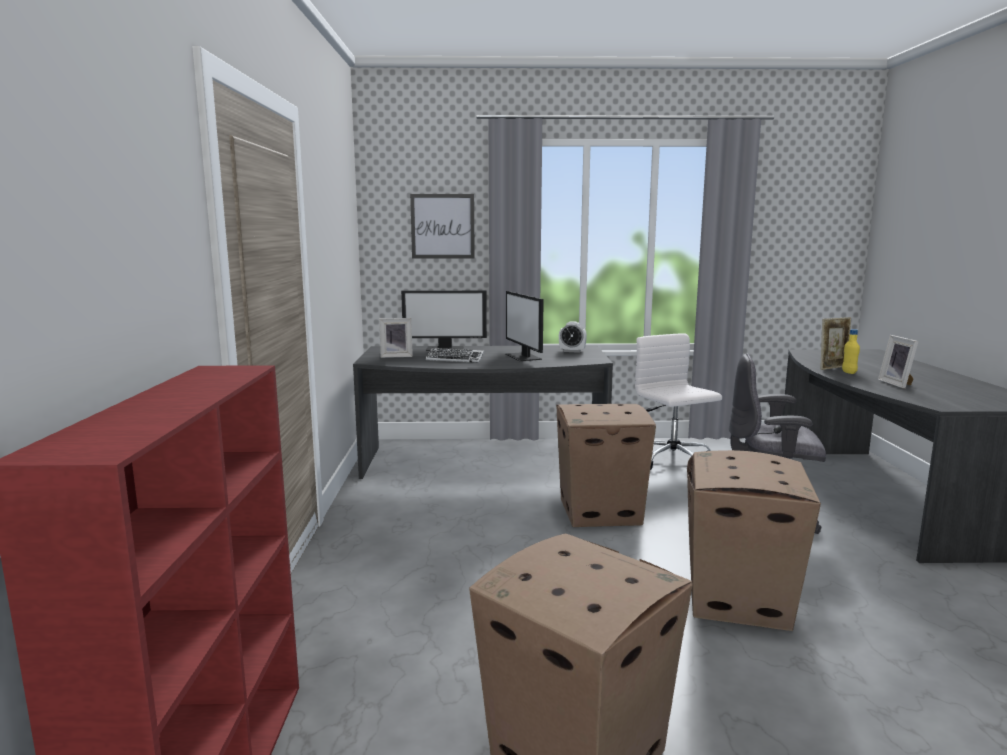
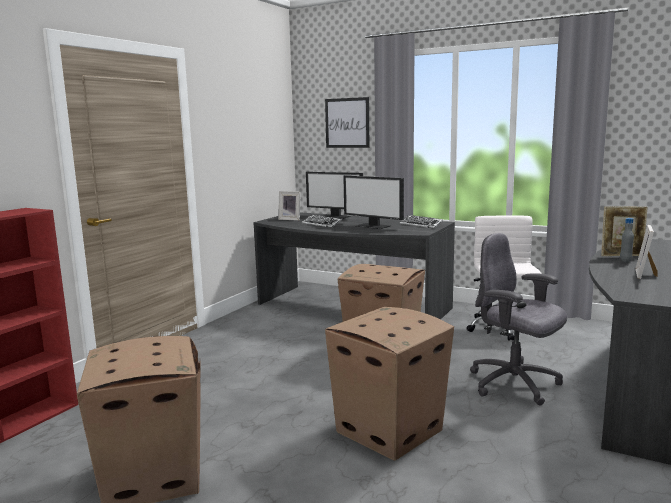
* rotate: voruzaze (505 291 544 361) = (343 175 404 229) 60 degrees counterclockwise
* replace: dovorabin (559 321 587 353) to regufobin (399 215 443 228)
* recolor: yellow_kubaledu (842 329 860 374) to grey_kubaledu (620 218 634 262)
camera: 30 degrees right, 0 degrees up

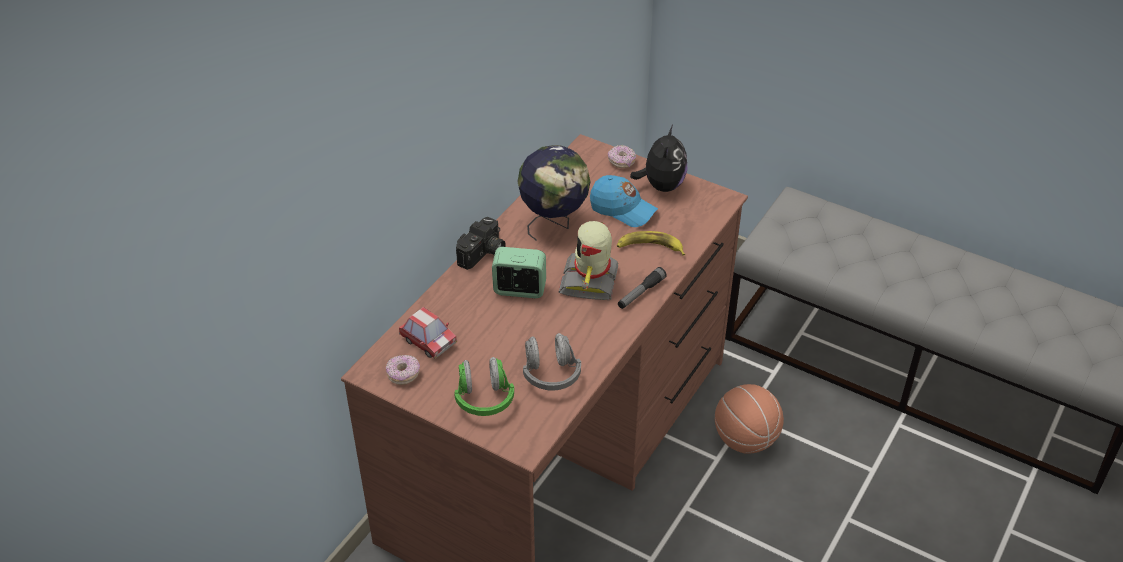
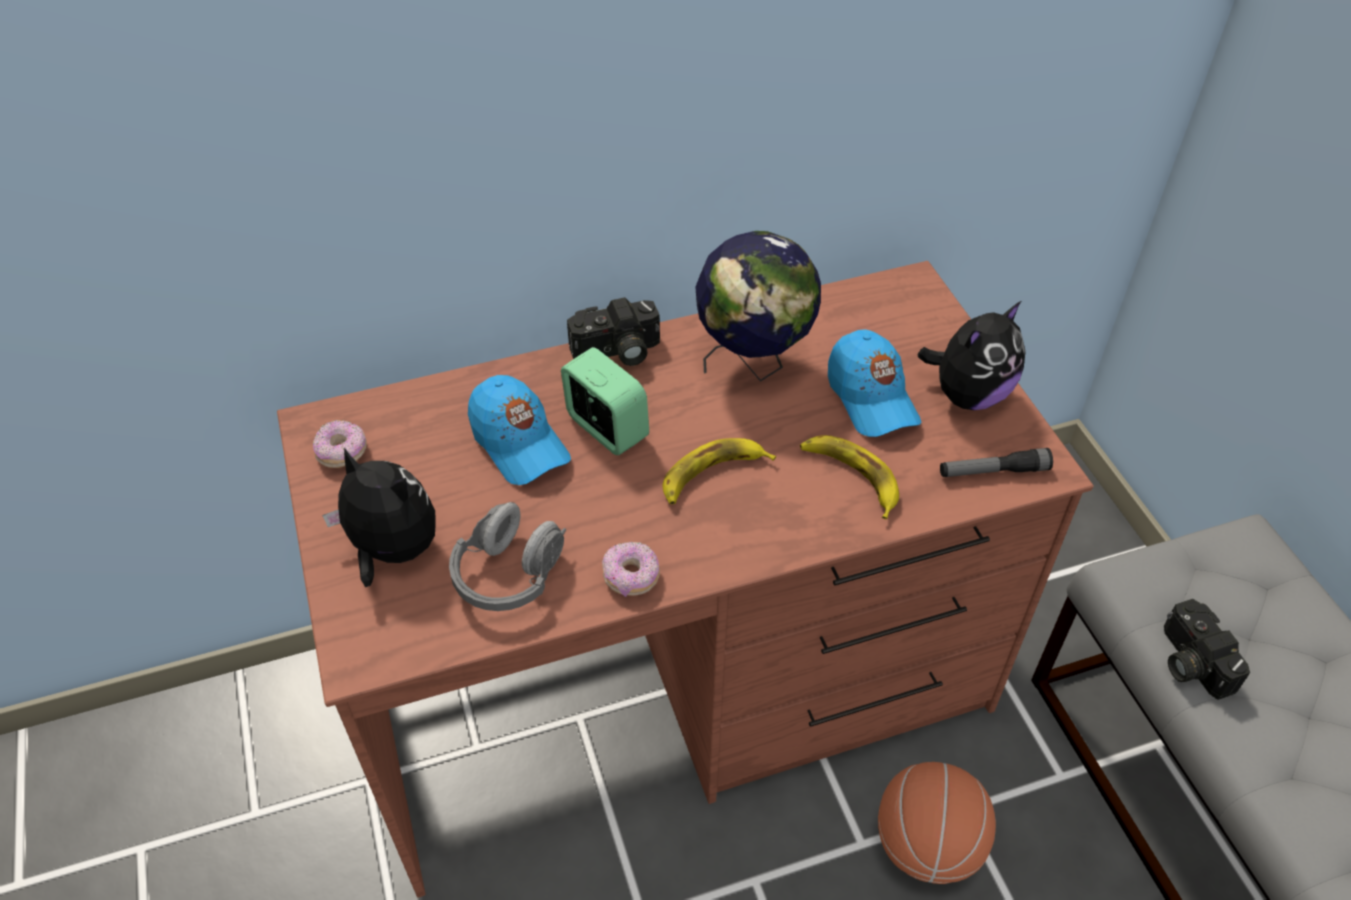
* move: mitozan (608 145 636 168) to (602 542 660 597)
* replace: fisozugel (558 221 619 300) to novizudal (663 438 776 504)
* move: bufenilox (618 267 667 309) to (940 448 1053 477)
* delete: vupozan (399 307 457 359)
* replace: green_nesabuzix (454 357 514 416) to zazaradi (322 447 436 587)
* insert: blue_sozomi (468 375 571 485)
* insert: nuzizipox (1164 599 1250 700)
camera: 40 degrees right, 5 degrees up

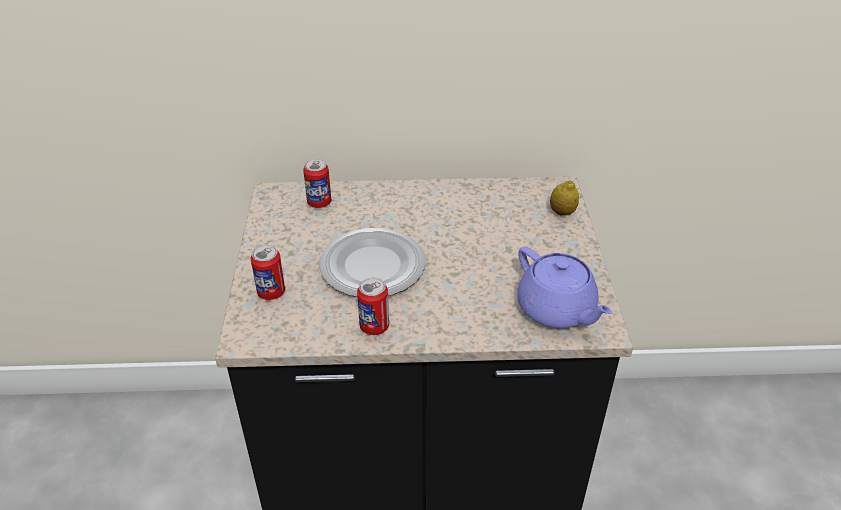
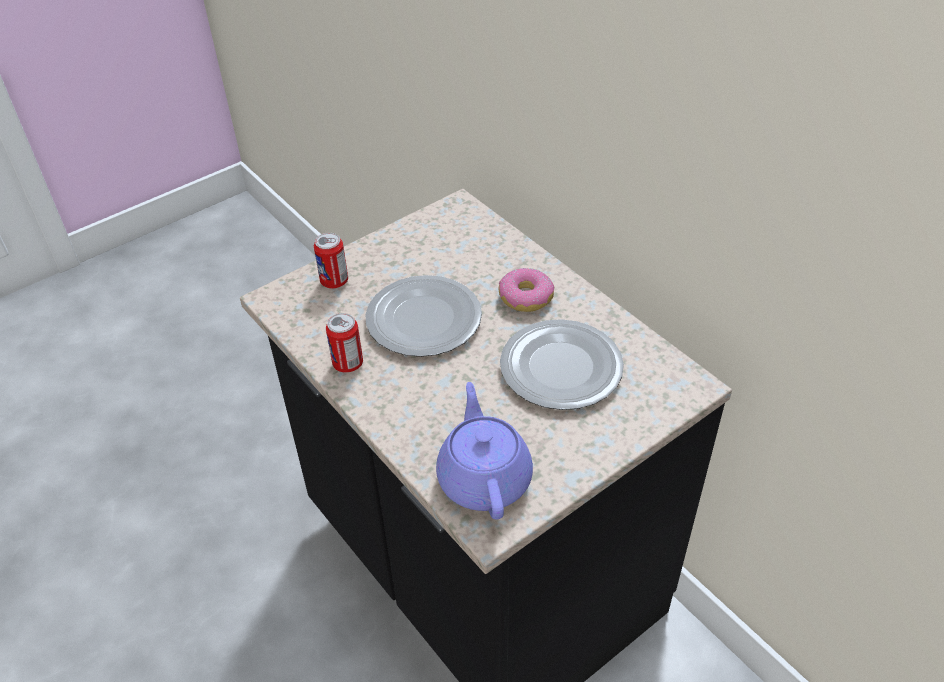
* delete: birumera (303 159 331 208)
* delete: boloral (550 181 579 216)
* rotate: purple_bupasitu (517 247 613 328) = (436 382 533 519) 150 degrees clockwise
* insert: mitozan (498 268 554 312)
* insert: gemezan (500 319 624 410)
camera: 55 degrees right, 5 degrees up

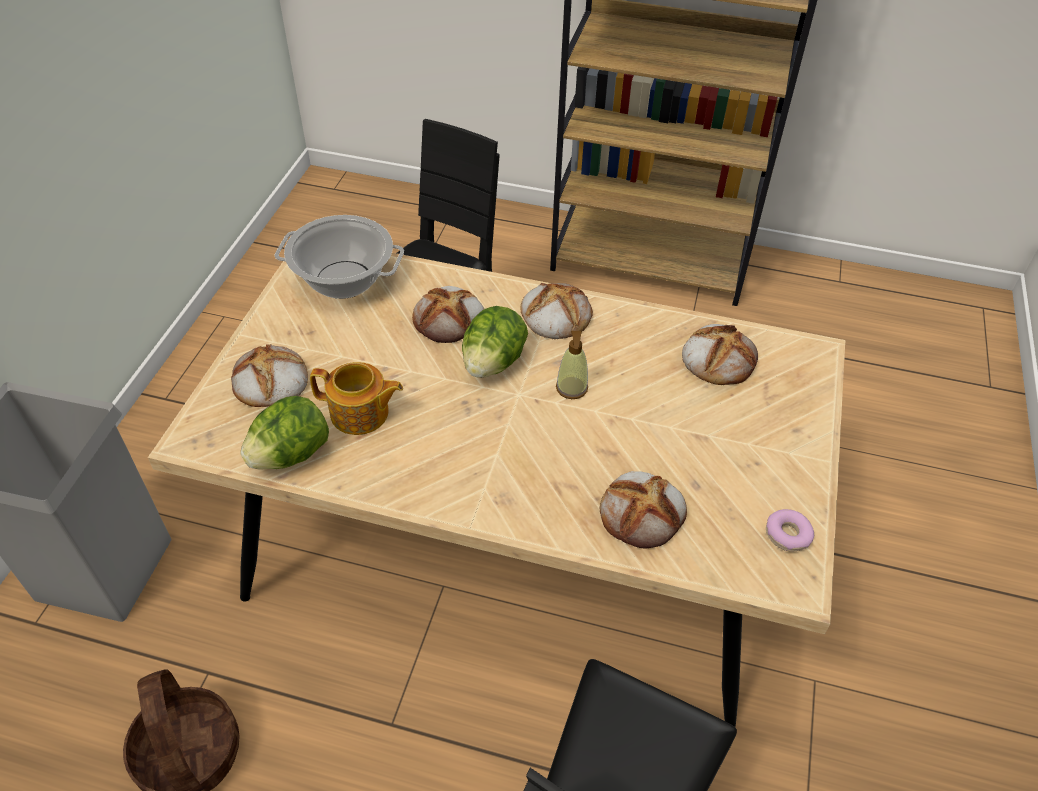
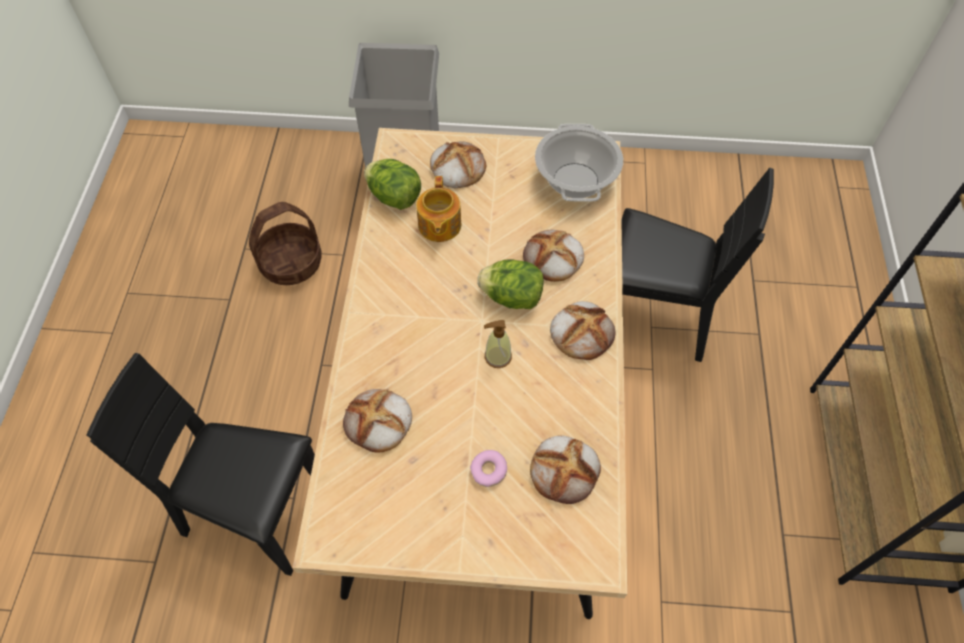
* move: mitozan (766 509 814 551) to (470 450 507 487)
camera: 80 degrees right, 10 degrees up

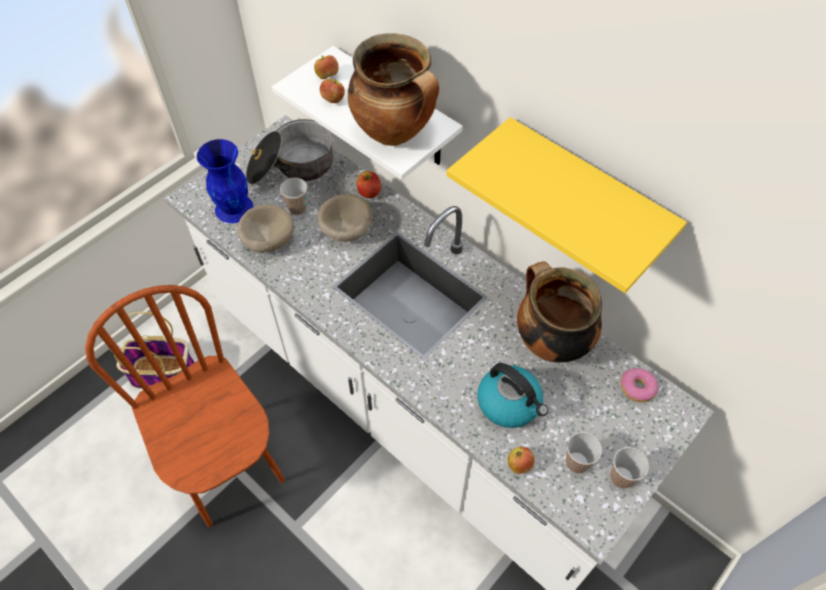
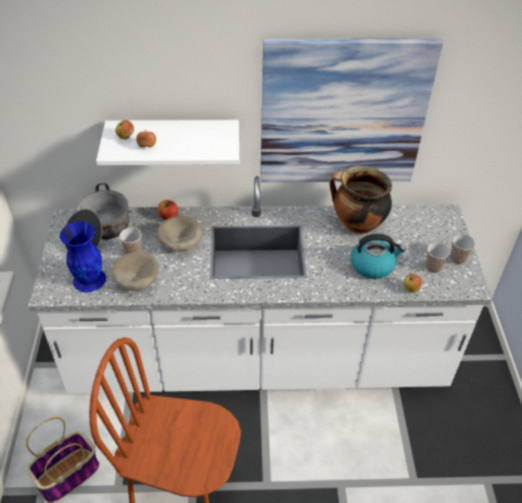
* delete: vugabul (348 33 439 146)
* replace: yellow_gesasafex (446 117 687 293) to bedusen (261 39 443 182)
* delete: mitozan (621 368 658 402)
camera: 45 degrees left, 10 degrees down

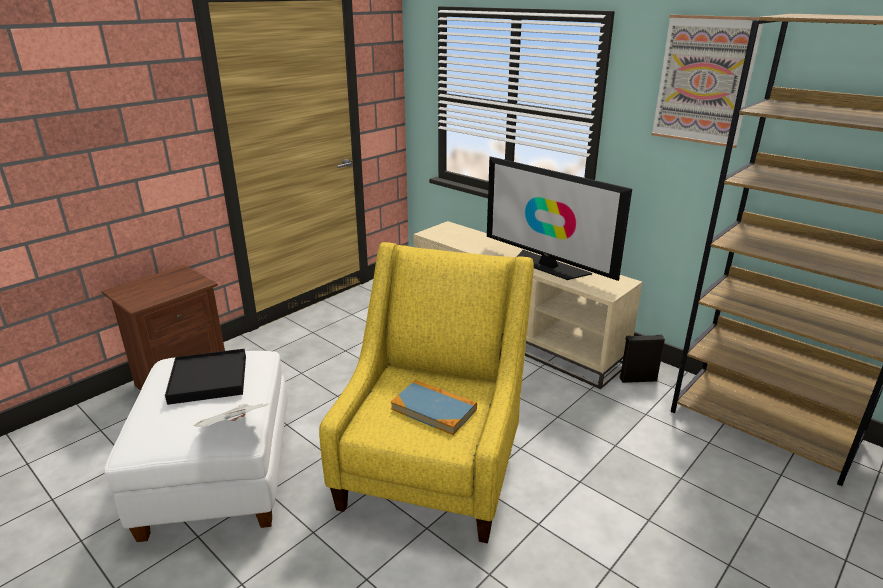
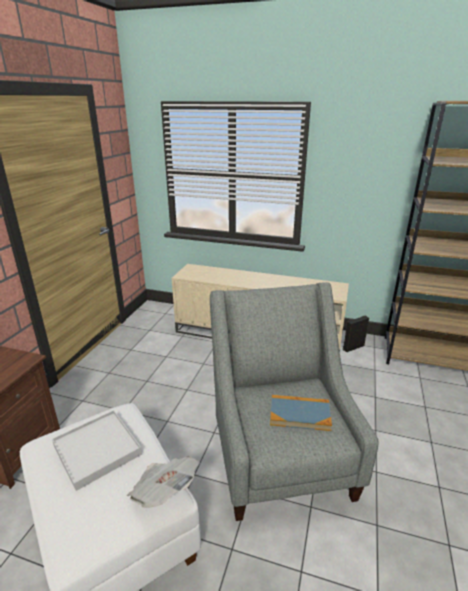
* delete: bedusen (651 15 763 148)
* delete: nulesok (487 156 632 281)
* recolor: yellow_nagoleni (319 242 534 543) to grey_nagoleni (210 282 379 521)
* recolor: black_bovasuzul (165 349 246 405) to white_bovasuzul (52 410 142 491)
camera: 25 degrees left, 0 degrees up

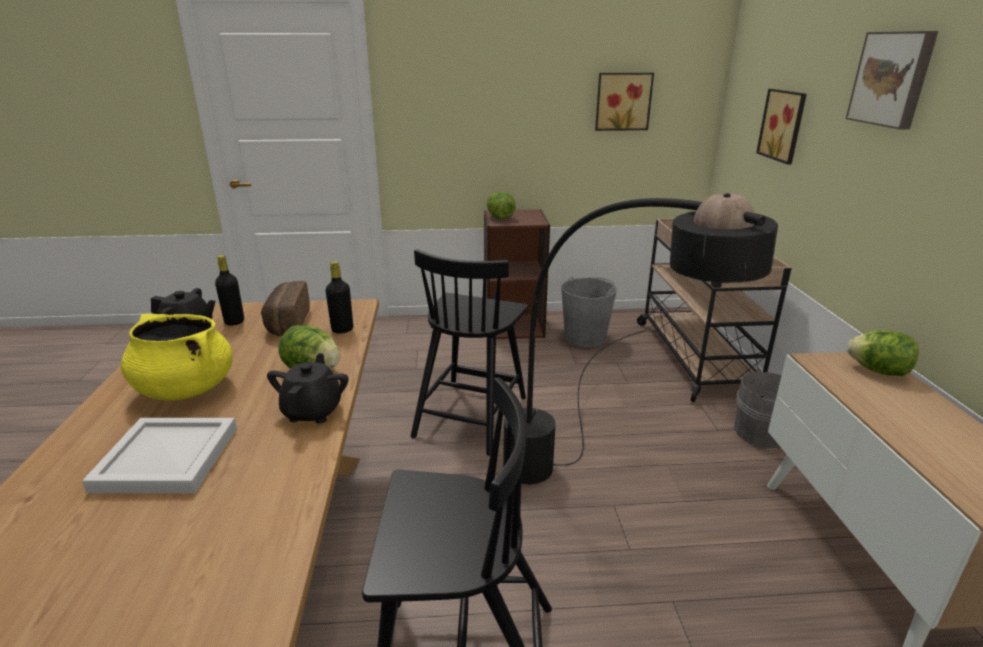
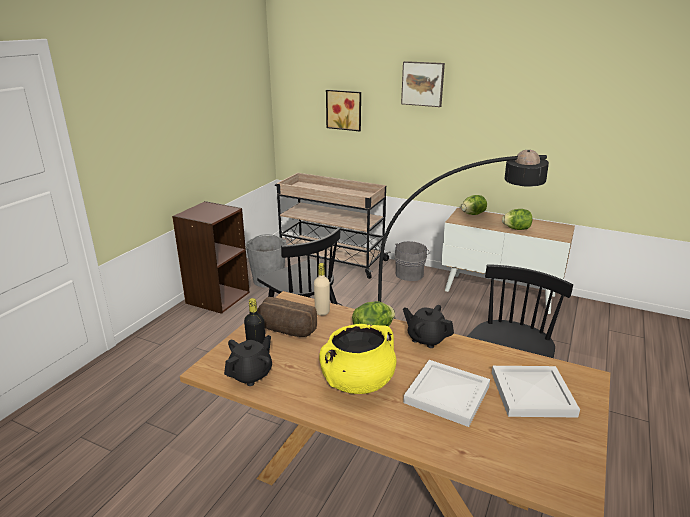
* delete: bedusen (595 73 654 131)
* move: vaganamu (487 191 516 219) to (502 209 532 230)
* recolor: black_kubaledu (325 261 353 334) to beige_kubaledu (314 263 330 316)
* insert: white_bovasuzul (492 366 580 417)
camera: 60 degrees left, 0 degrees up

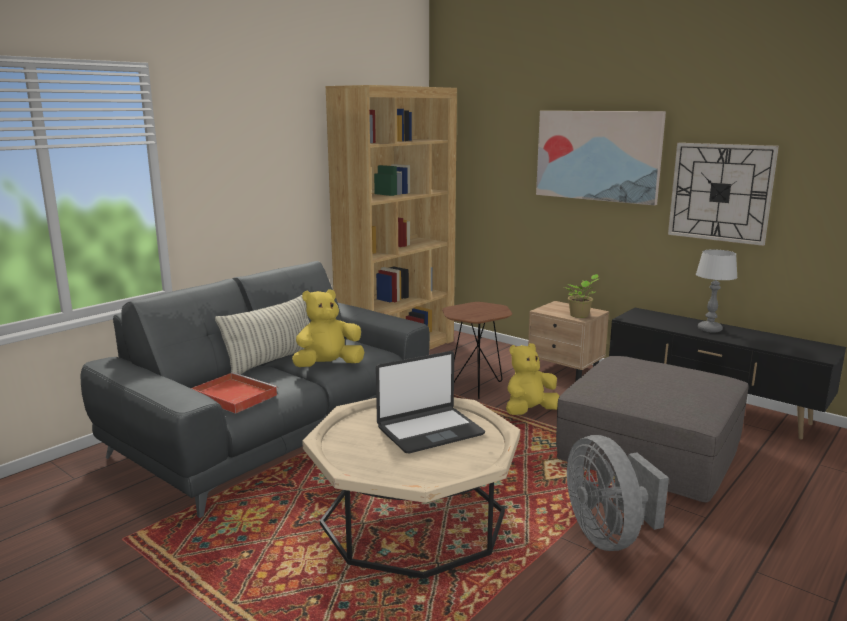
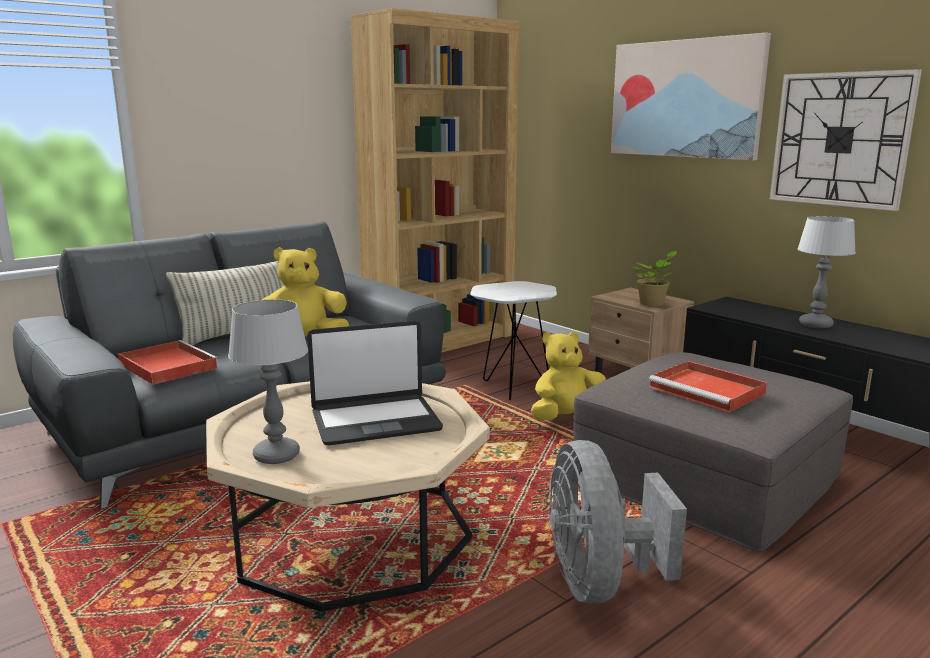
* recolor: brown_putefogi (442 302 512 399) to white_putefogi (470 281 557 400)
* insert: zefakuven (228 299 308 464)
* insert: red_bovasuzul (649 361 767 412)
camera: 10 degrees right, 0 degrees up

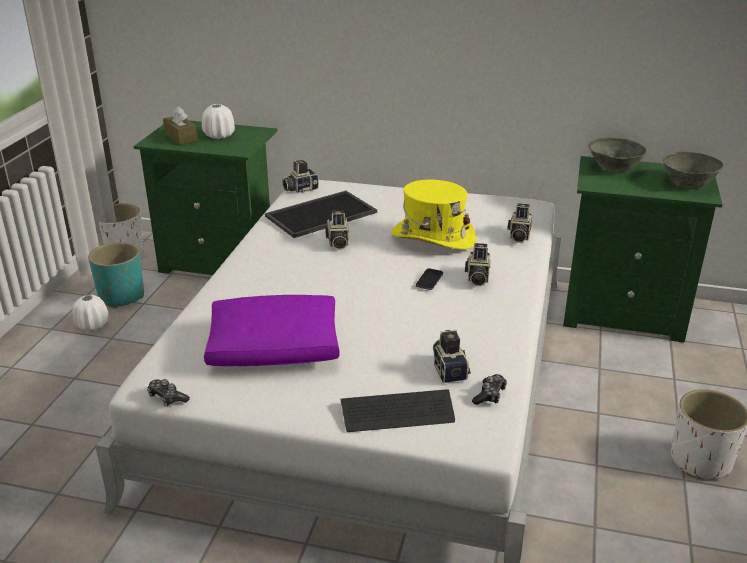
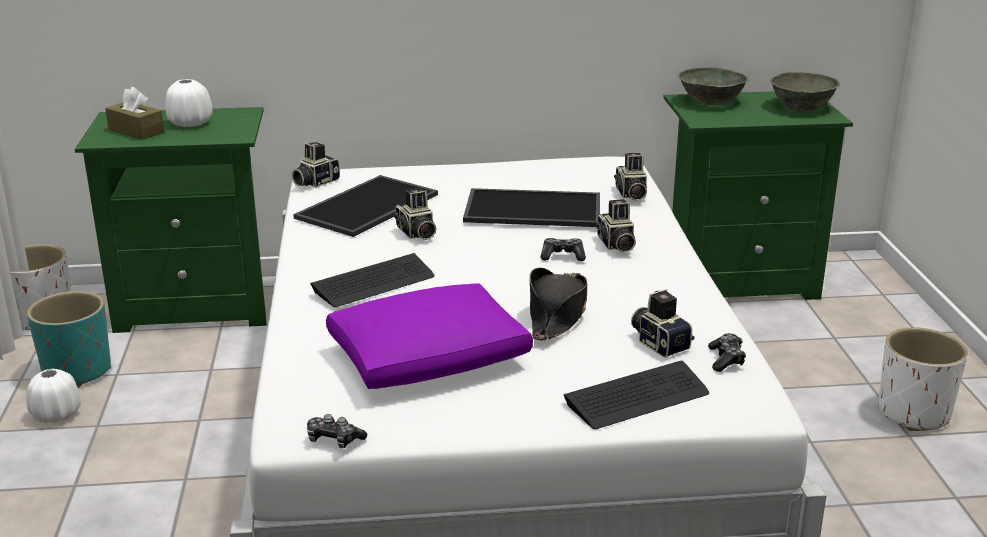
* replace: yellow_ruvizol (391 180 476 250) to bovasuzul (463 188 600 227)
* replace: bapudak (416 268 443 290) to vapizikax (540 238 586 261)
* insert: regufobin (310 253 435 307)
* insert: black_ruvizol (529 268 587 340)
camera: 20 degrees left, 5 degrees down

